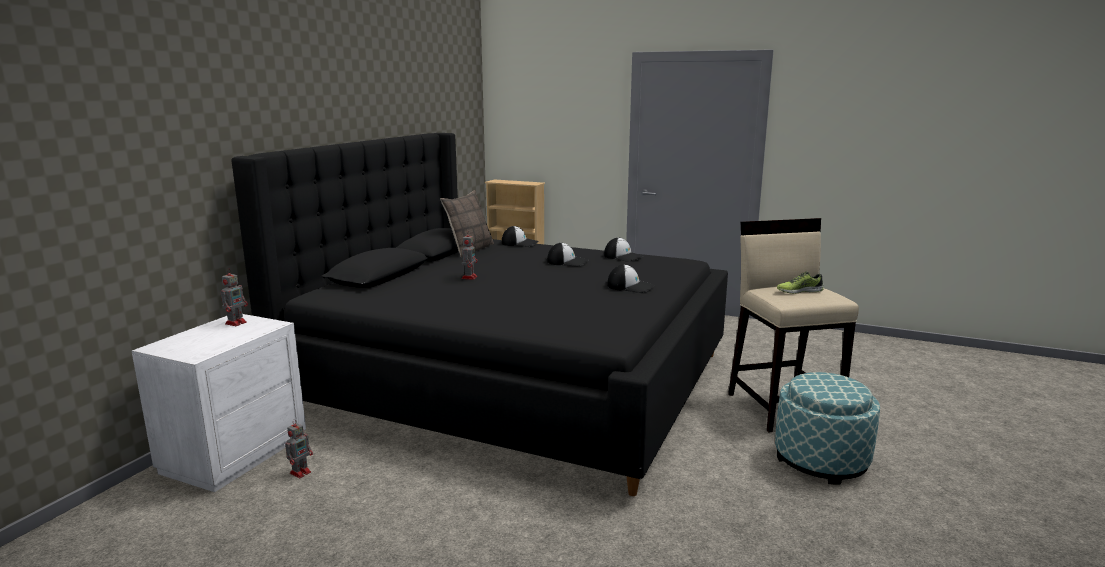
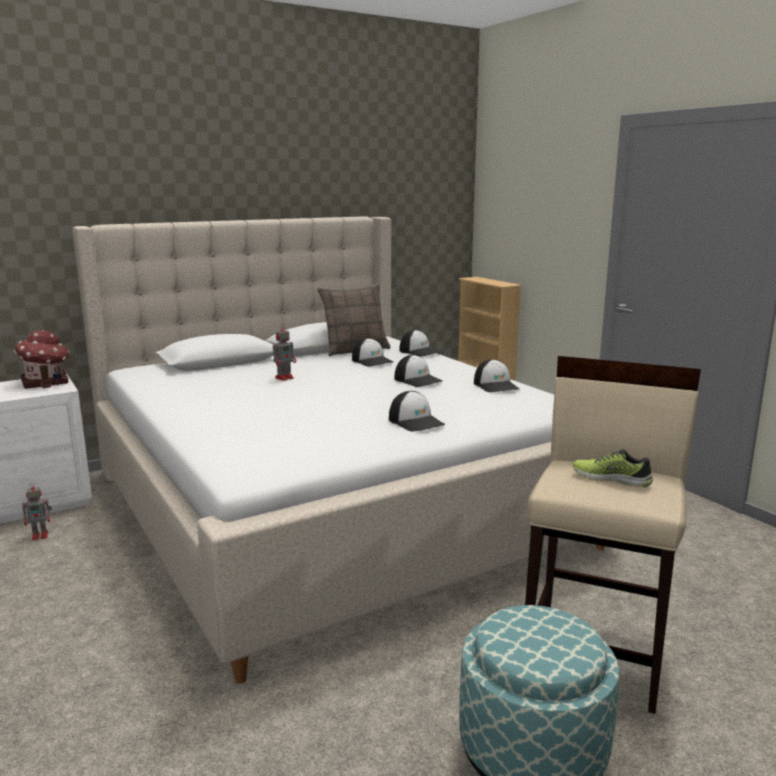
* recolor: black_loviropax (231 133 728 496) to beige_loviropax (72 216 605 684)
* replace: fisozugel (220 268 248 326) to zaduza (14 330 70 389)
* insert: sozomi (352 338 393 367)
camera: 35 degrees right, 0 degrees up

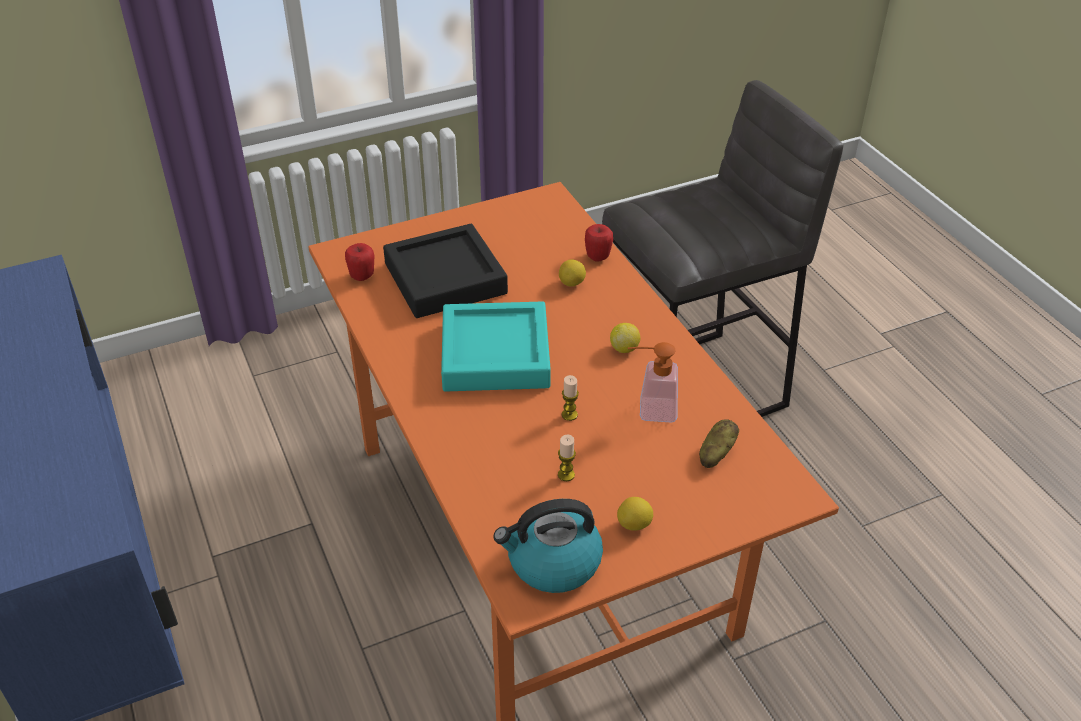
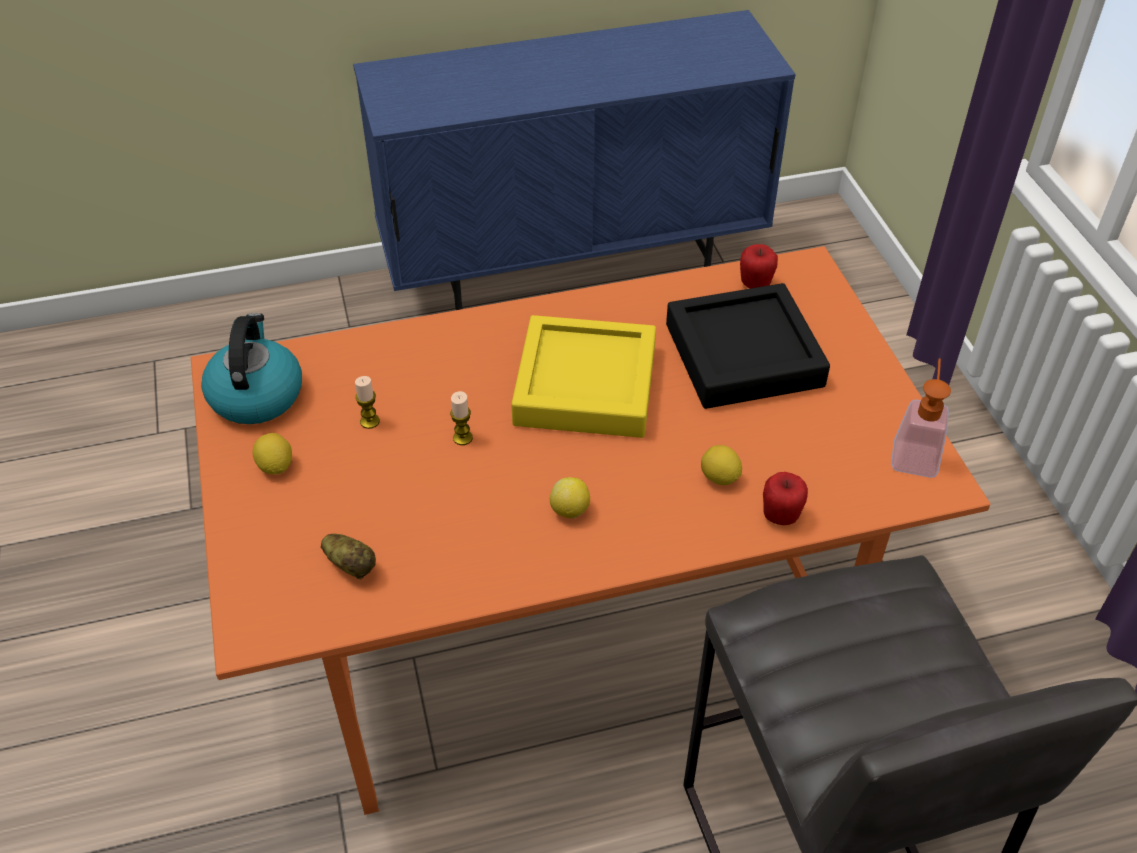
* recolor: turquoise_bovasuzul (441 301 551 392) to yellow_bovasuzul (511 315 656 438)
* move: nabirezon (628 342 678 423) to (891 358 951 478)
camera: 100 degrees right, 5 degrees up

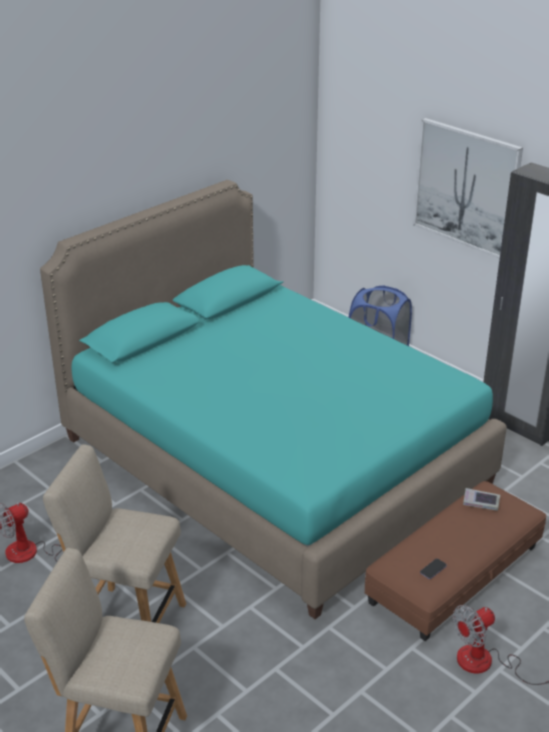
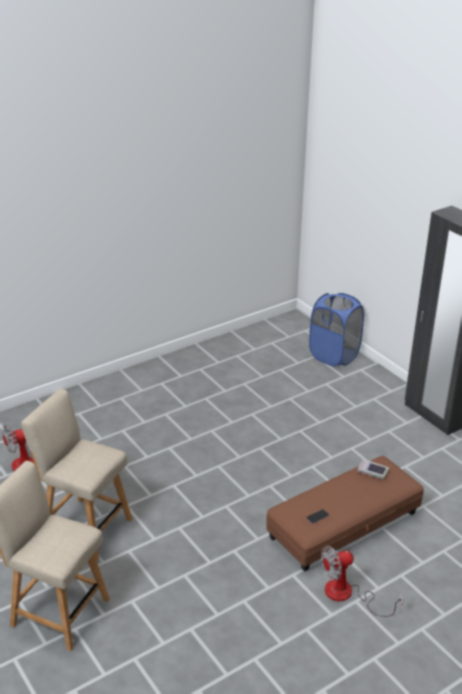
* delete: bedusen (413 118 523 259)
* delete: turquoise_loviropax (40 180 507 619)
camera: 10 degrees right, 0 degrees up

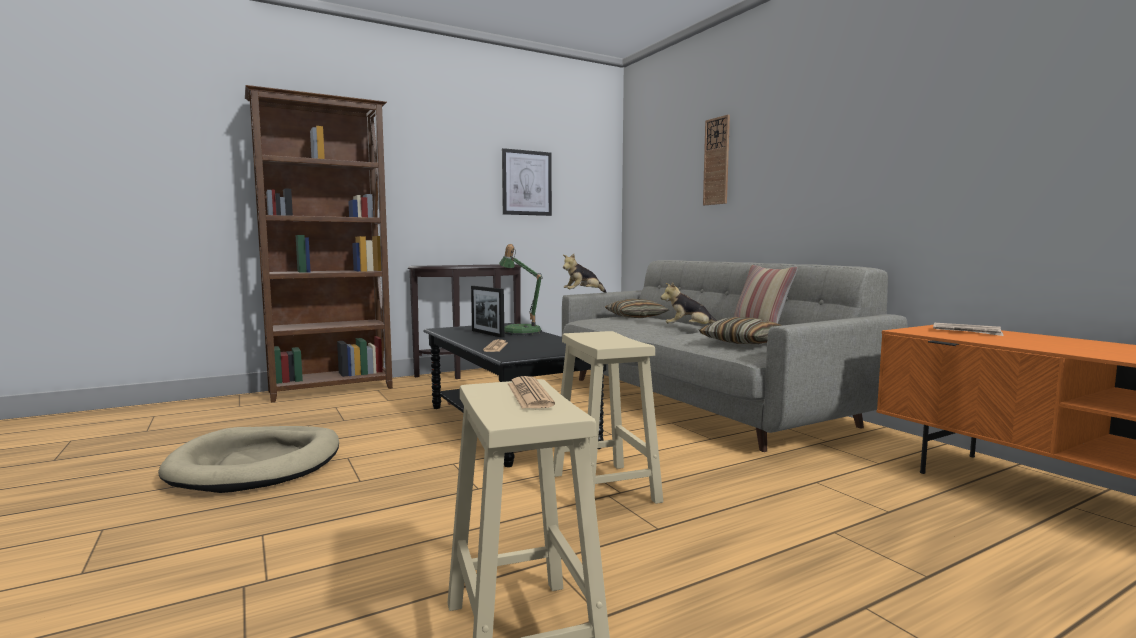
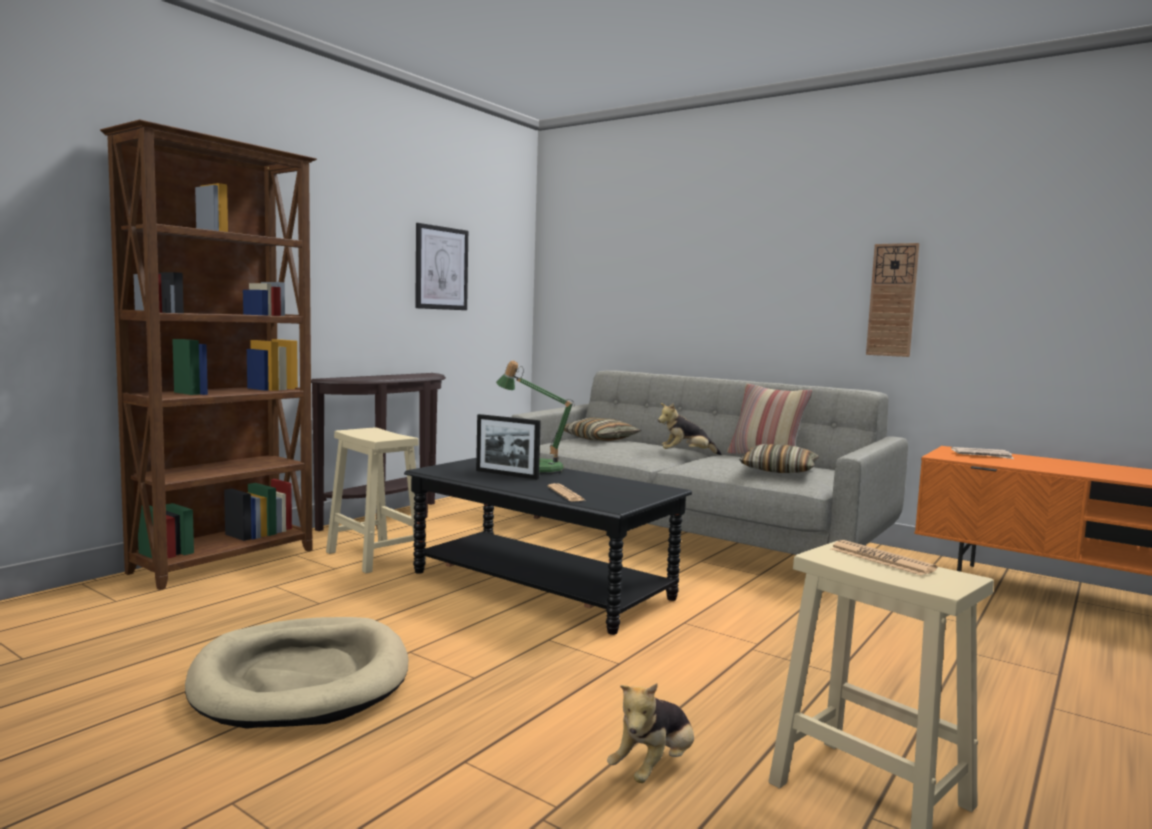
* move: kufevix (703 115 730 205) to (866 243 919 357)
* move: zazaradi (563 254 607 293) to (607 683 694 783)
* move: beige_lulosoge (553 331 663 504) to (326 427 426 573)
camera: 25 degrees left, 0 degrees up

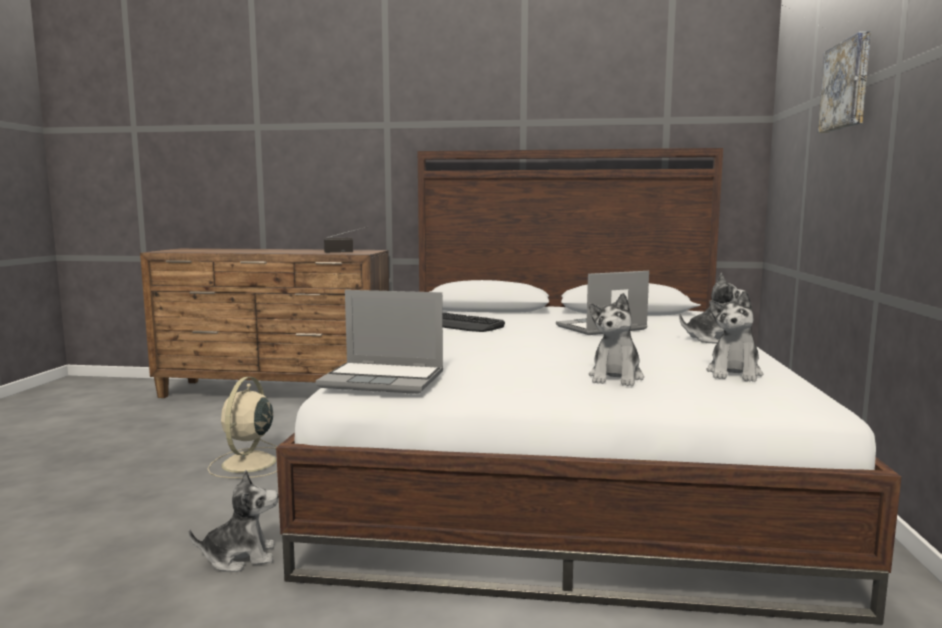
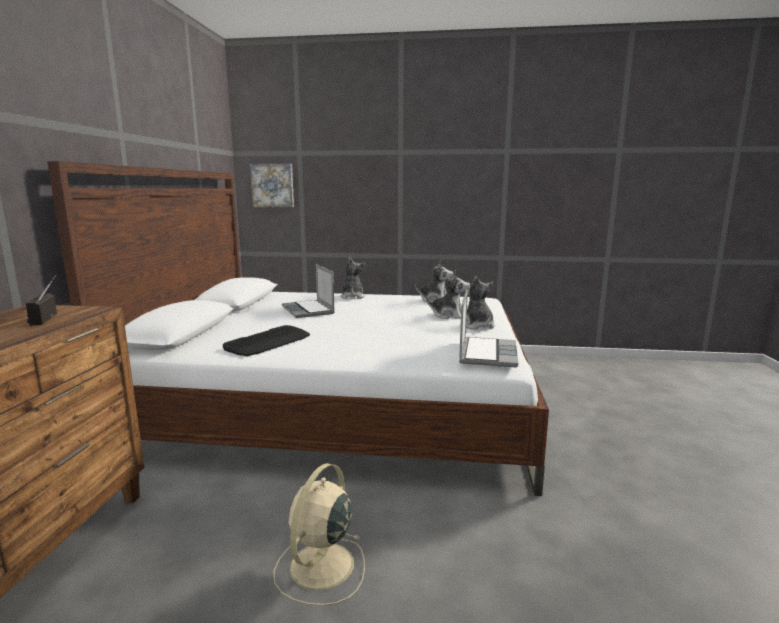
* move: bedusen (817 31 871 133) to (250 164 294 207)
* rotate: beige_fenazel (208 377 277 478) = (273 463 365 606) 105 degrees clockwise
* move: zazaradi (189 470 278 572) to (466 276 495 330)
camera: 90 degrees left, 5 degrees up

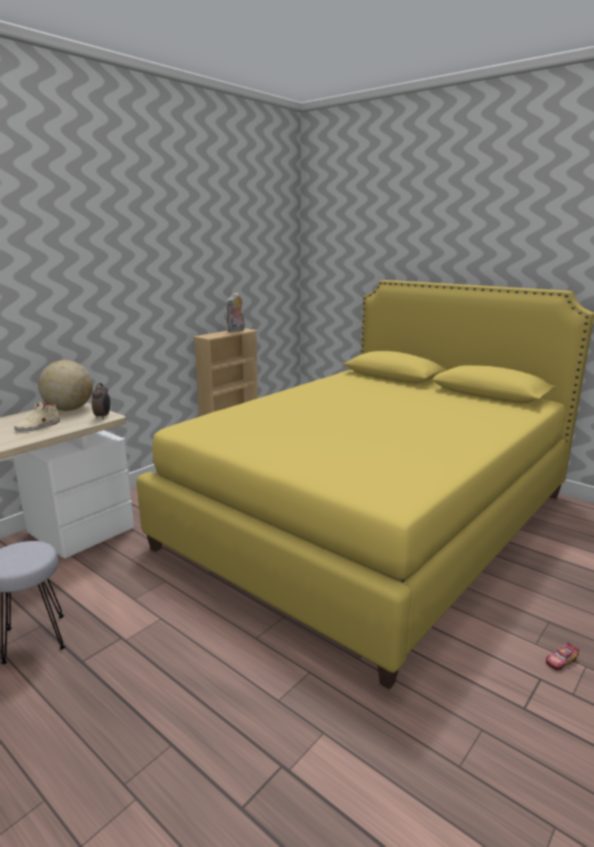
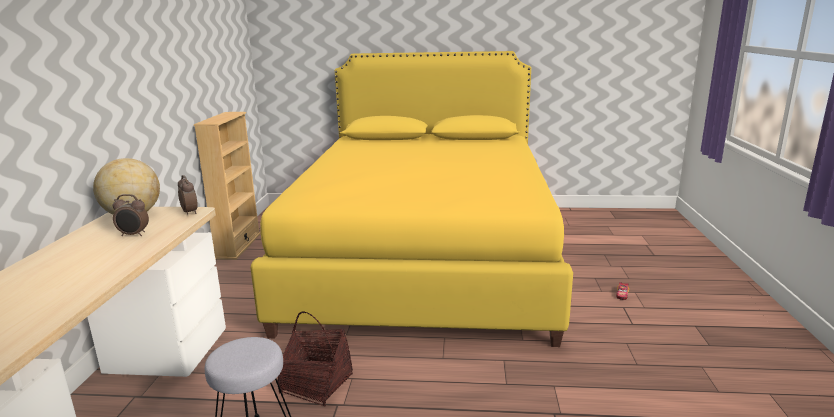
* delete: zazaradi (226 292 245 332)
* replace: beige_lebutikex (14 401 60 431) to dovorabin (113 194 149 236)
* insert: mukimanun (277 312 353 406)
camera: 35 degrees left, 0 degrees up

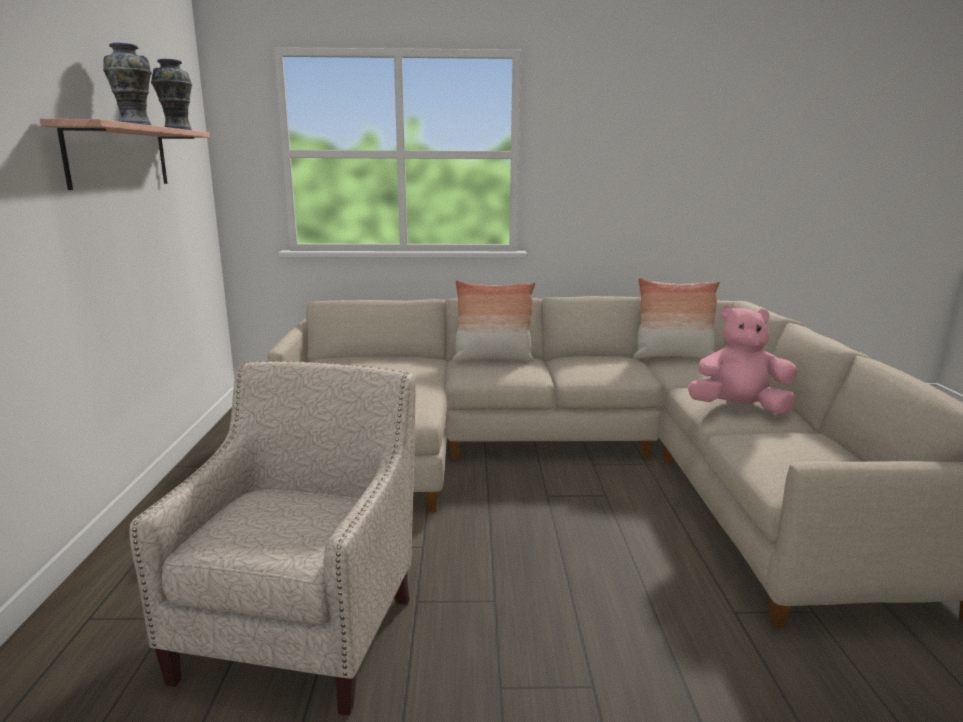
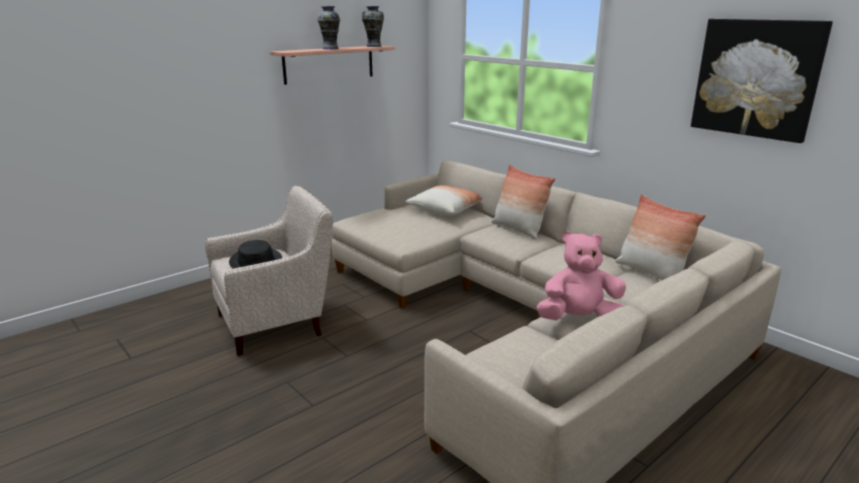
* rotate: pink_zazaradi (688 305 797 414) = (537 231 626 320) 60 degrees counterclockwise
* insert: bedusen (691 19 833 143)
* insert: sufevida (406 185 482 216)
* insert: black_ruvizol (229 240 282 269)
camera: 50 degrees right, 5 degrees up

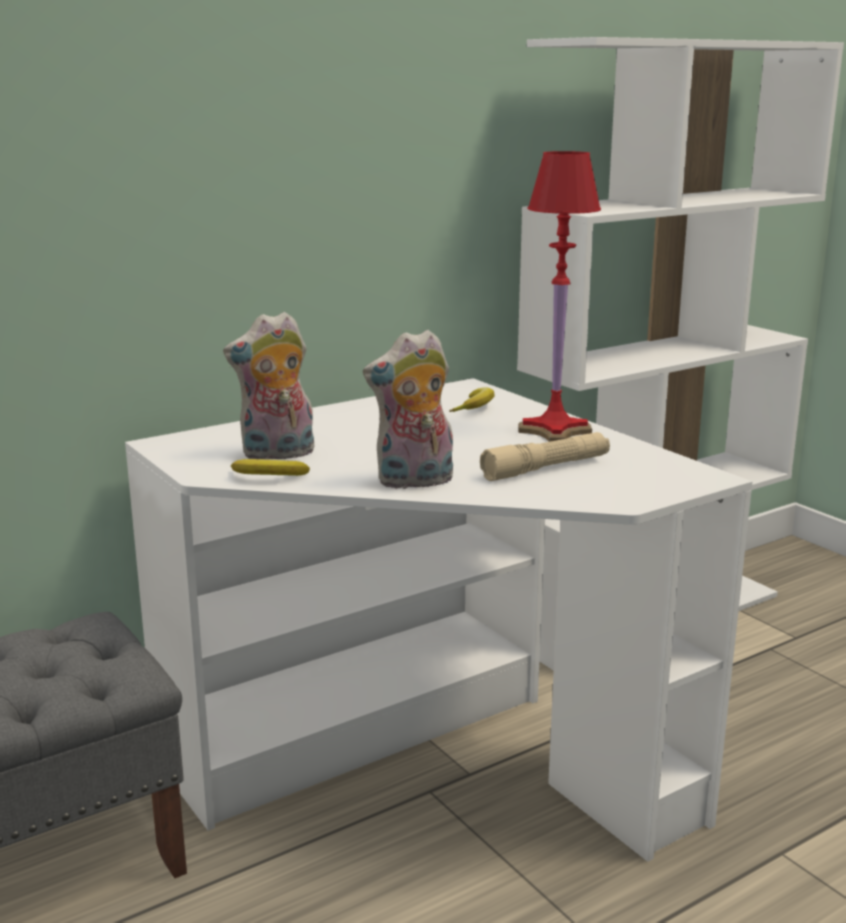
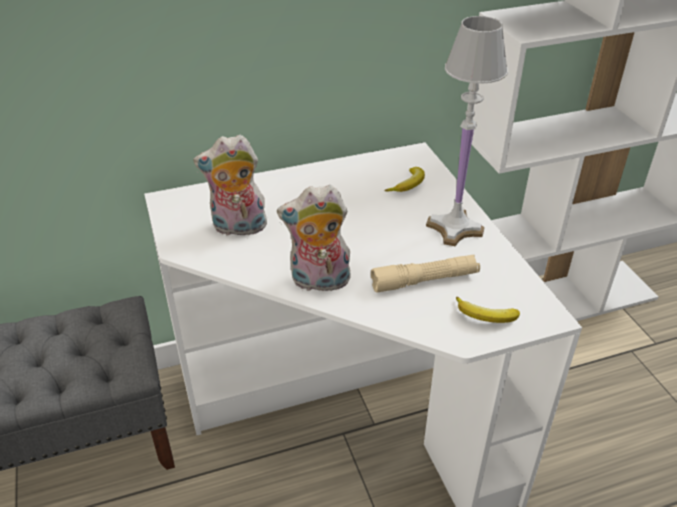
* recolor: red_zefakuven (518 151 601 442) to white_zefakuven (426 16 508 246)
* move: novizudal (231 459 310 476) to (456 297 520 323)
camera: 15 degrees right, 20 degrees up

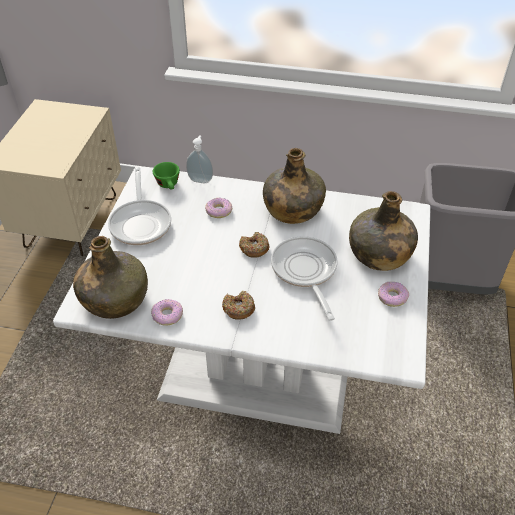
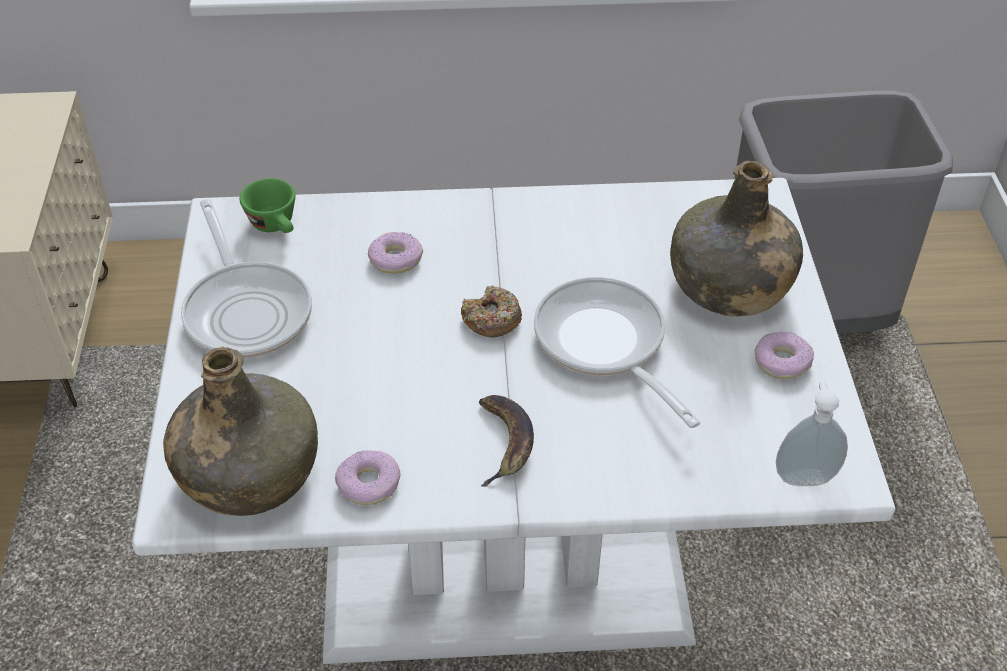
* move: nabirezon (186 135 213 183) to (776 382 848 486)
* delete: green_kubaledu (263 148 326 224)
* replace: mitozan (222 291 255 320) to novizudal (479 395 534 487)
camera: 15 degrees left, 0 degrees up

